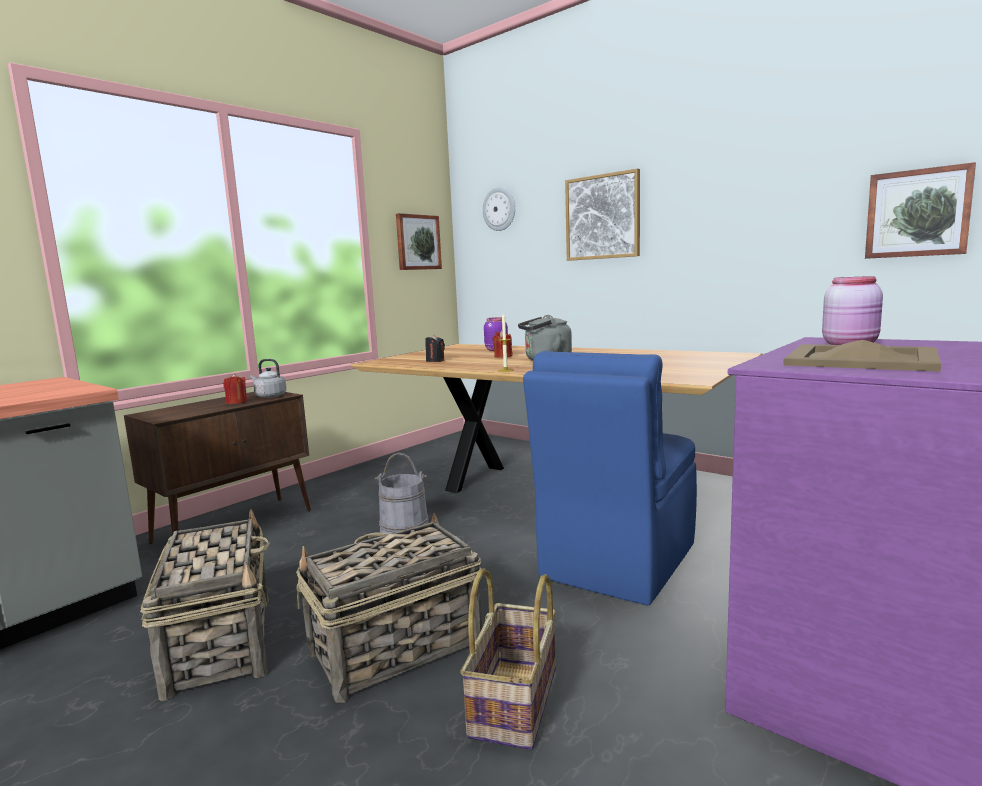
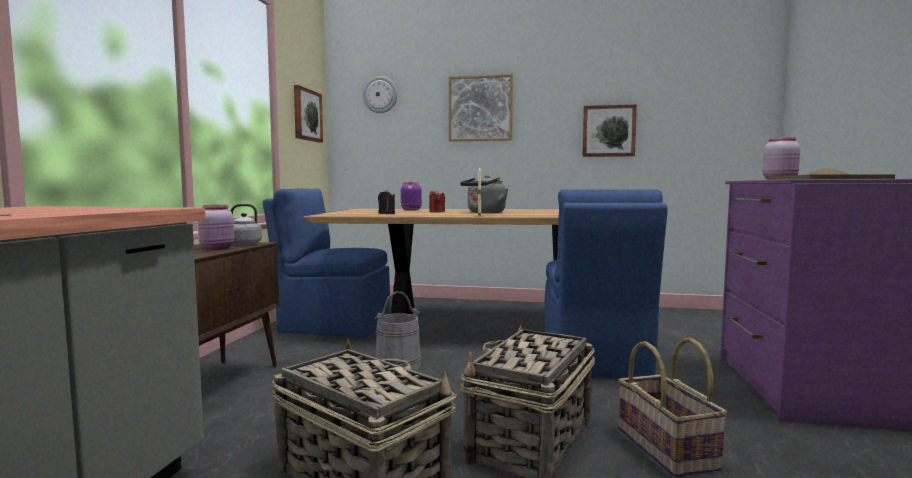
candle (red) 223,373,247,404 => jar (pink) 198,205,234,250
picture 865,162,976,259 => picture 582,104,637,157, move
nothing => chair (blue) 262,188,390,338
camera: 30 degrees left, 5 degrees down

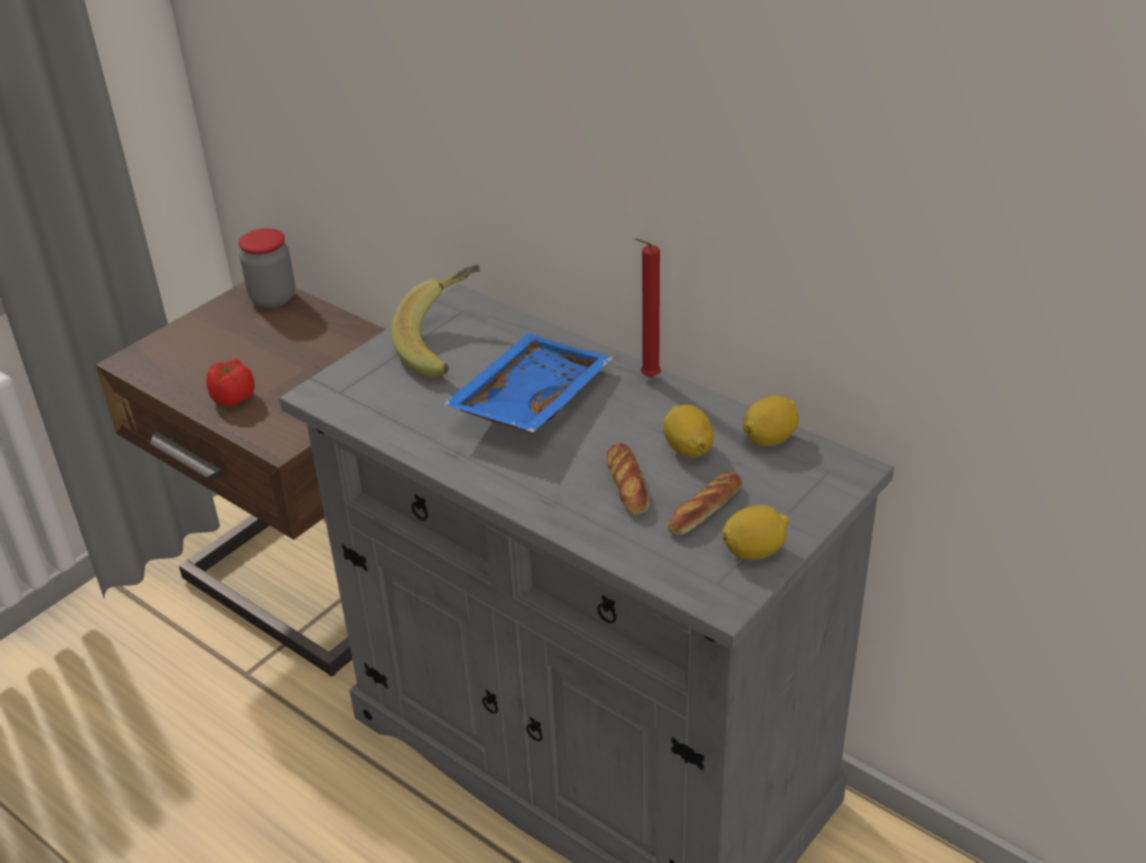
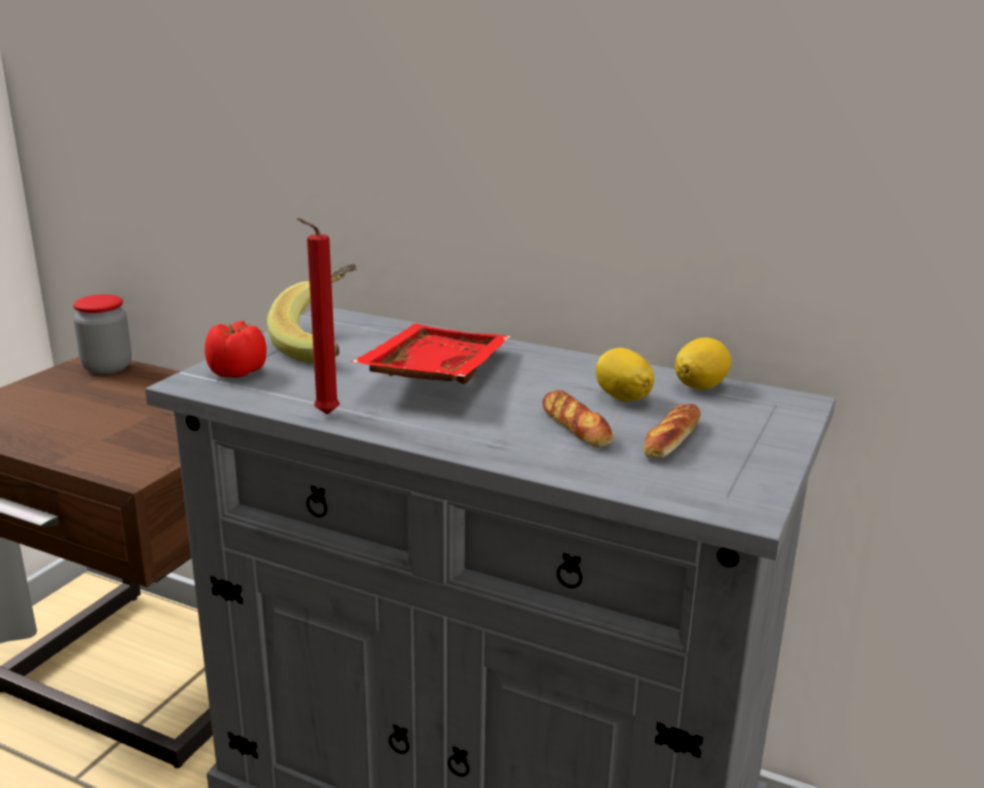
tomato 206,359,255,407 => tomato 205,321,267,377, move
tray (blue) 443,333,613,432 => tray (red) 351,324,511,384
candle (red) 635,238,661,378 => candle (red) 297,218,340,414, move
lemon 722,505,789,560 => nothing
camera: 15 degrees left, 15 degrees down

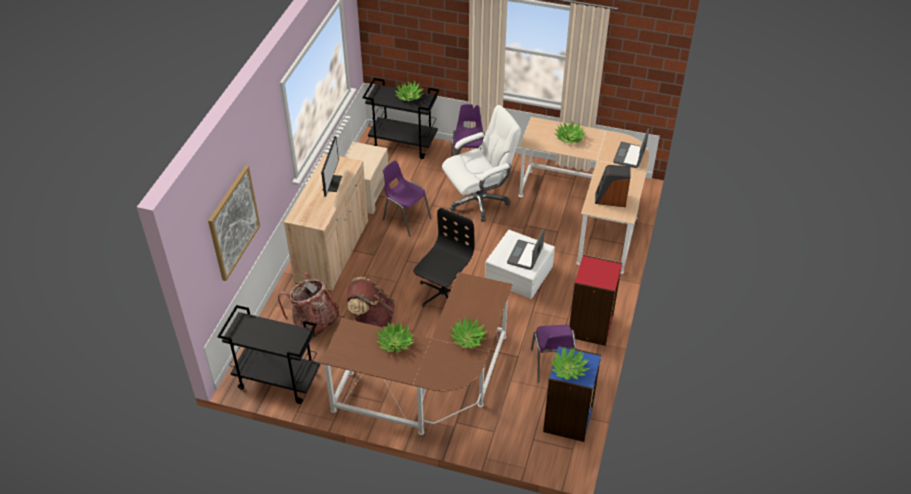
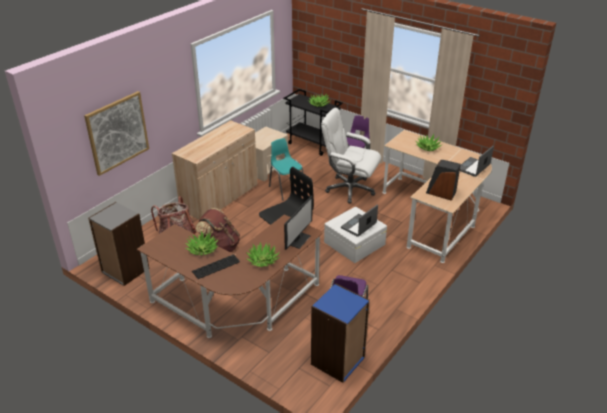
cart (black) 218,305,320,404 => bookcase (grey) 88,202,149,286
monitor 321,136,342,197 => monitor 284,196,313,250, move
chair (purple) 383,160,431,236 => chair (turquoise) 269,138,303,201
office chair (white) 442,105,521,222 => office chair (white) 321,107,381,203, 150 degrees counterclockwise
potted plant 550,347,590,380 => nothing
bookcase (red) 569,255,622,346 => nothing
nothing => keyboard 192,254,240,279
camera: 20 degrees right, 10 degrees down

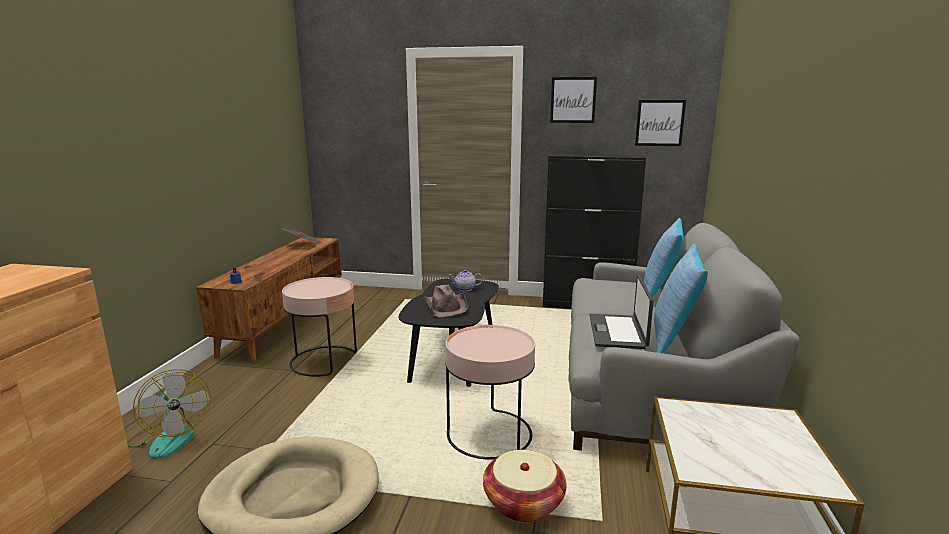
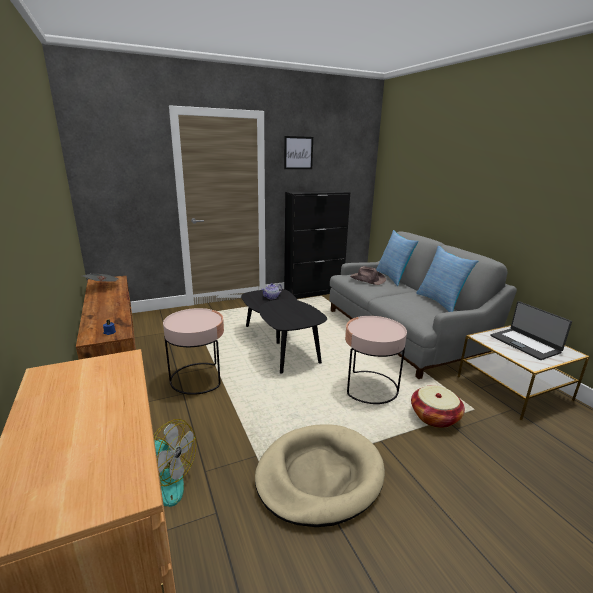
hat (brown) 424,285,468,317 => hat (brown) 350,266,386,285, move
laptop 590,275,654,349 => laptop 490,301,572,360, move
picture 635,100,686,146 => nothing
camera: 35 degrees left, 5 degrees up

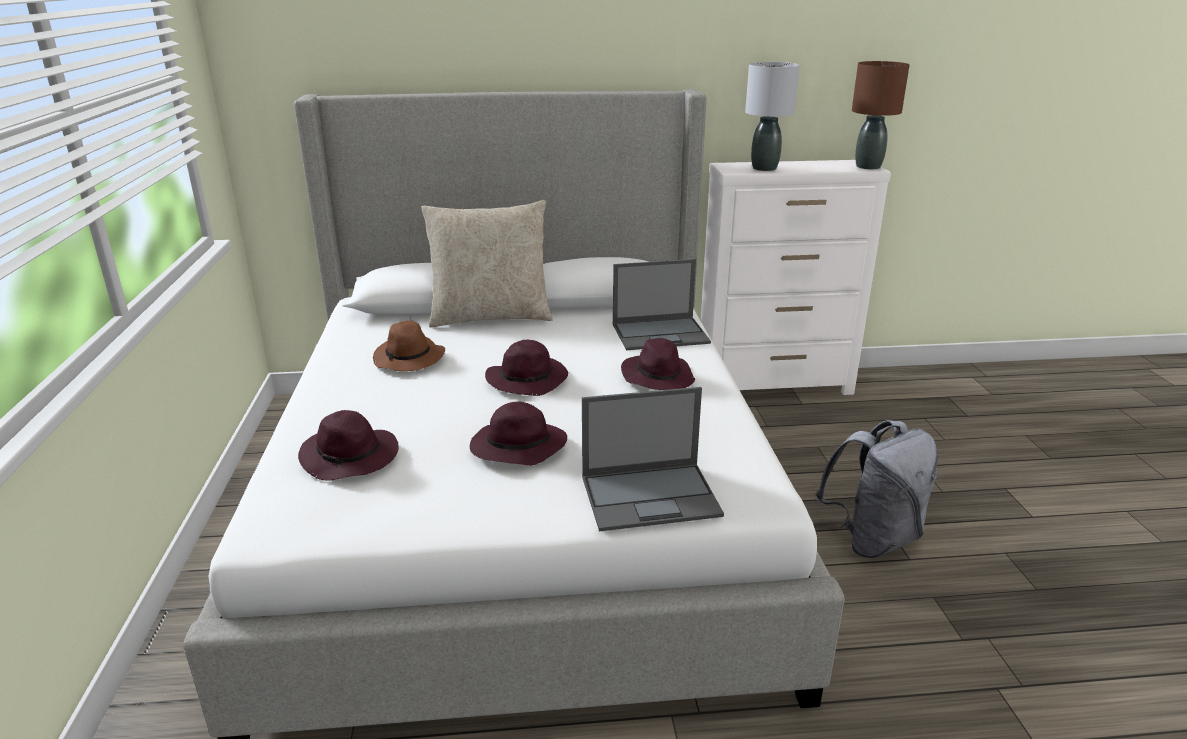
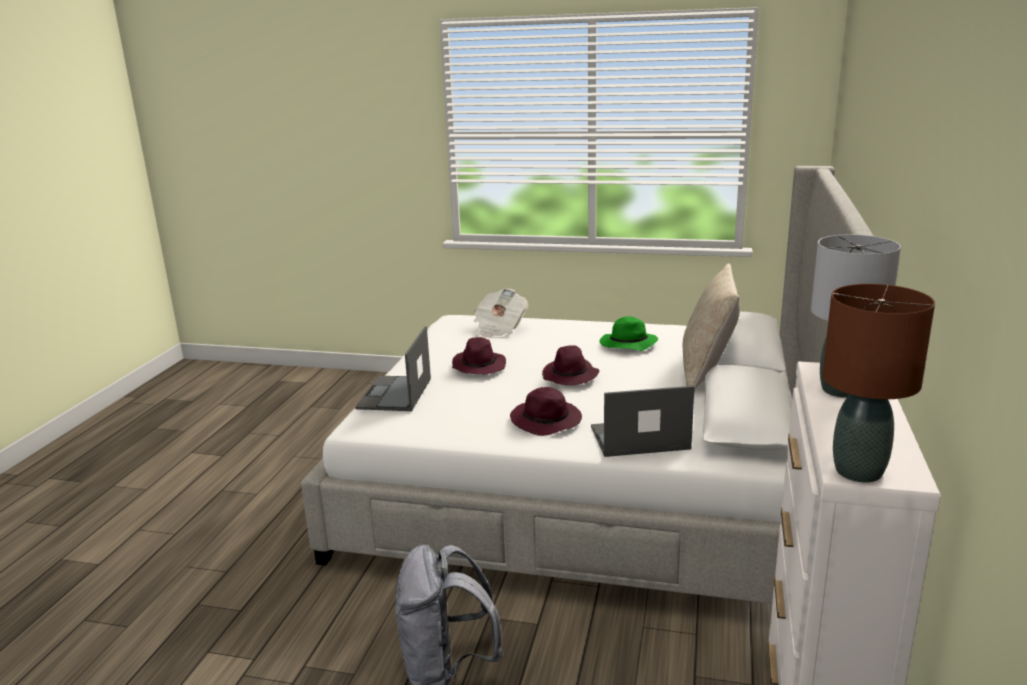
hat (purple) 298,410,399,480 => newspaper 474,288,528,338
hat (brown) 373,321,445,371 => hat (green) 599,316,658,351
laptop 613,259,711,350 => laptop 591,386,694,457, 75 degrees clockwise
camera: 110 degrees right, 5 degrees down

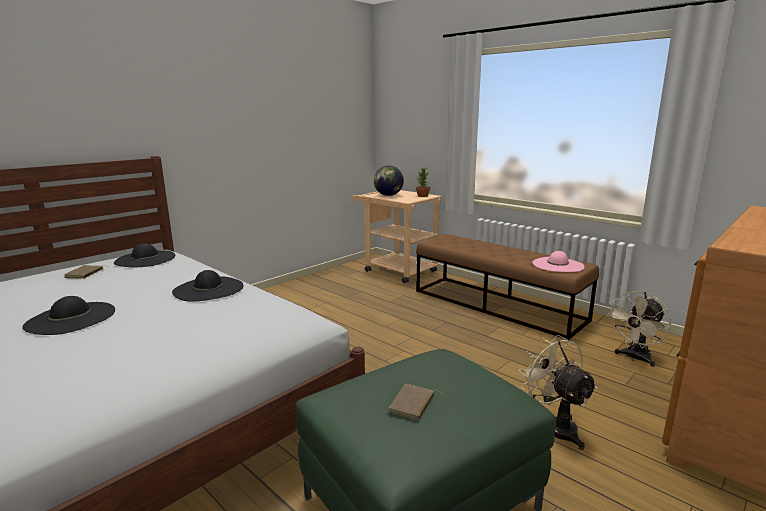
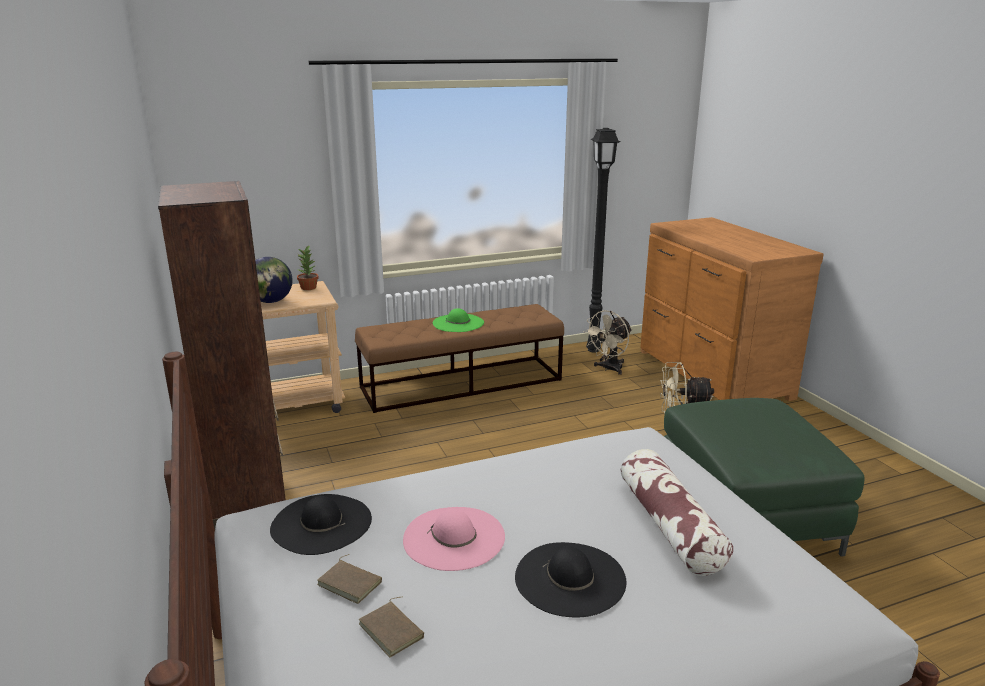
hat (black) 172,270,243,302 => nothing
book (brown) 388,384,443,421 => book (brown) 359,597,424,657, move
hat (pink) 532,251,585,272 => hat (pink) 403,507,505,571, move
fan (beige) 607,291,671,367 => fan (beige) 583,310,632,375, 60 degrees clockwise
nothing => bookcase (brown) 158,181,286,529
nothing => hat (green) 433,308,484,332
nothing => floor lamp (black) 586,128,620,352
nothing => pillow 621,449,733,576
camera: 65 degrees left, 5 degrees up

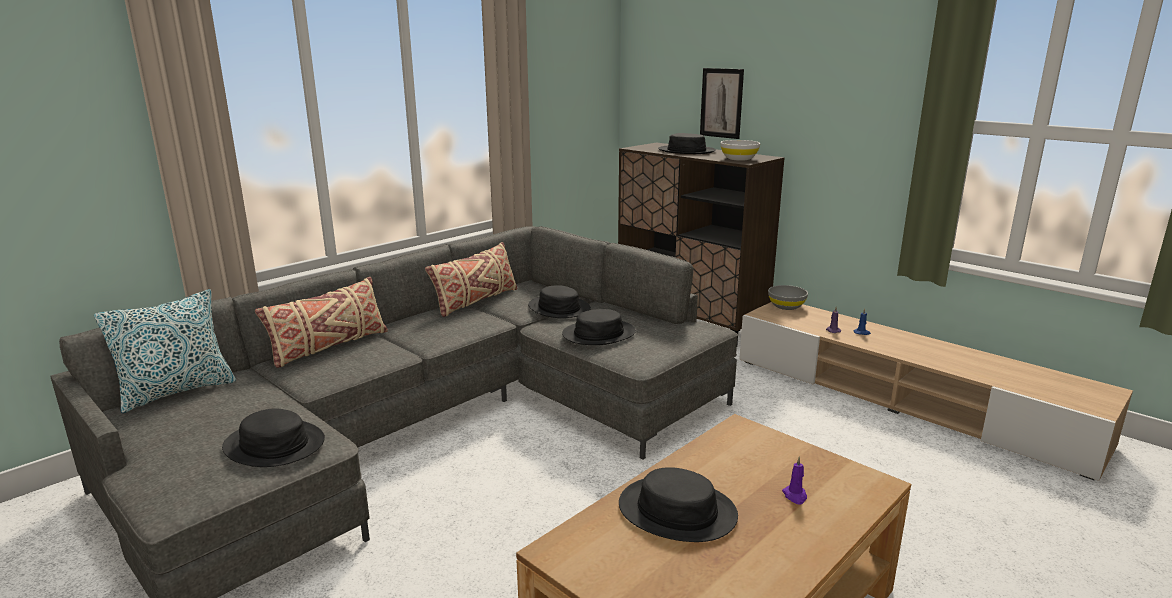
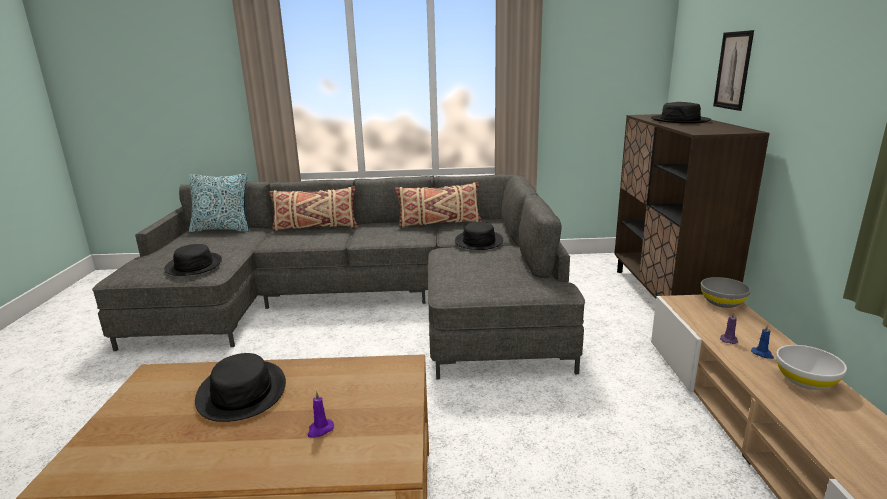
hat (black) 562,309,636,345 => nothing
bowl (white) 721,140,760,161 => bowl (white) 776,345,847,390, move
camera: 45 degrees right, 0 degrees up

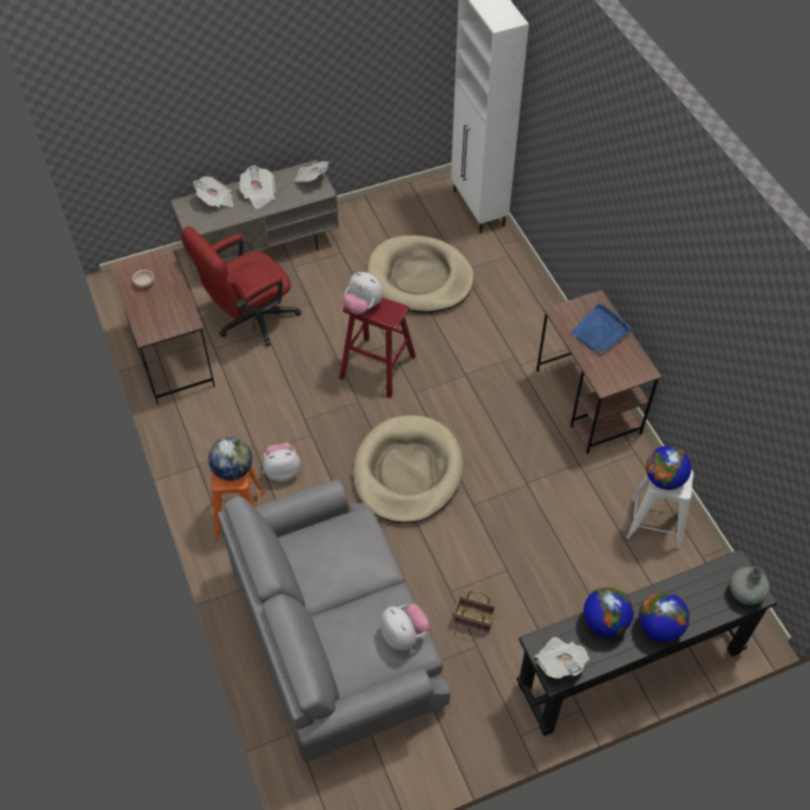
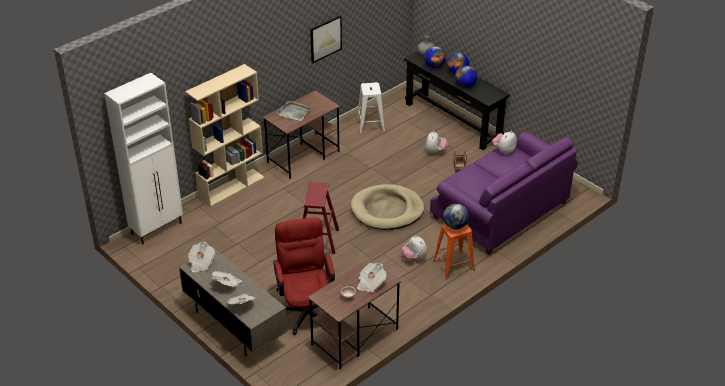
office chair (red) 182,227,301,346 => office chair (red) 273,217,335,335, 135 degrees counterclockwise
sofa (grey) 218,479,450,762 => sofa (purple) 430,131,578,254
plush toy 343,272,384,314 => plush toy 425,131,447,154, move
dog bed (beige) 367,235,474,313 => nothing
newspaper 535,637,590,678 => newspaper 357,263,386,293, move
tray (blue) 571,303,631,354 => tray (grey) 276,100,312,121
globe 646,446,691,490 => globe 424,46,446,68, move
nothing => bookcase (beige) 185,64,265,207
nothing => picture 310,15,342,63
camera: 110 degrees left, 15 degrees down

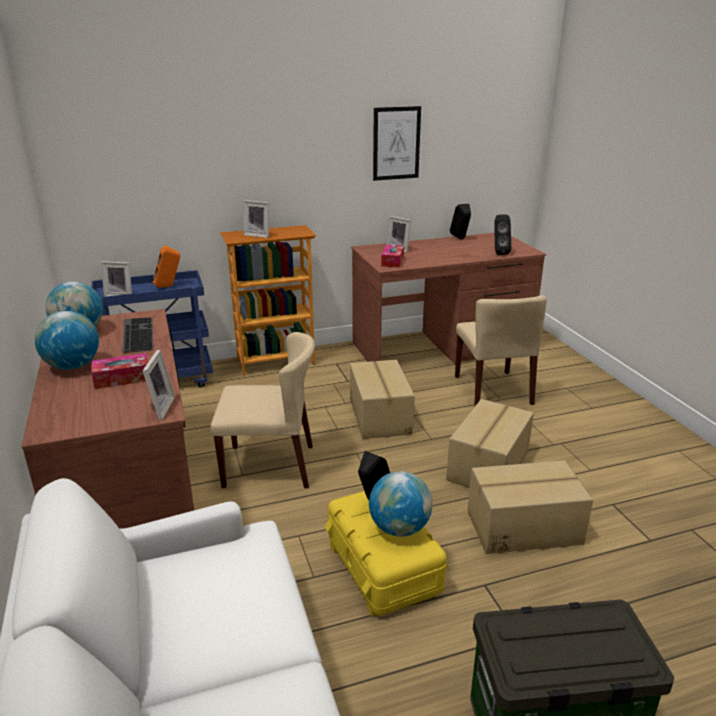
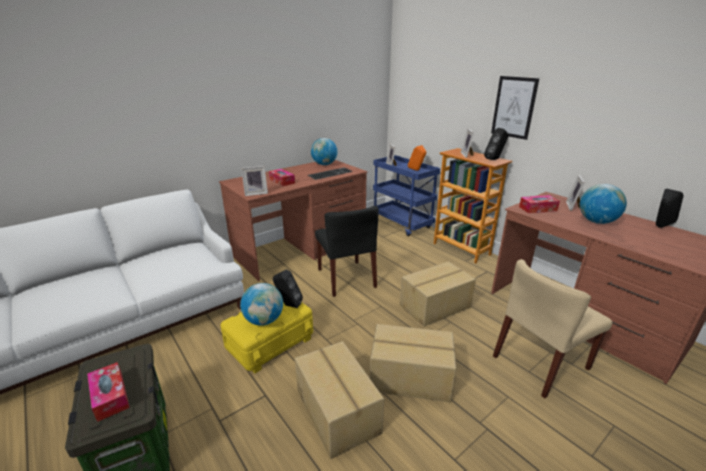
globe 35,311,99,370 => globe 580,184,627,224, move
chair (beige) 210,332,315,488 => chair (black) 315,206,378,297
picture 373,106,421,181 => picture 491,76,539,140, move
speaker (black) 494,214,511,255 => speaker (black) 484,128,509,160, move
nothing => tissue box 87,362,130,422
camera: 70 degrees right, 0 degrees up

